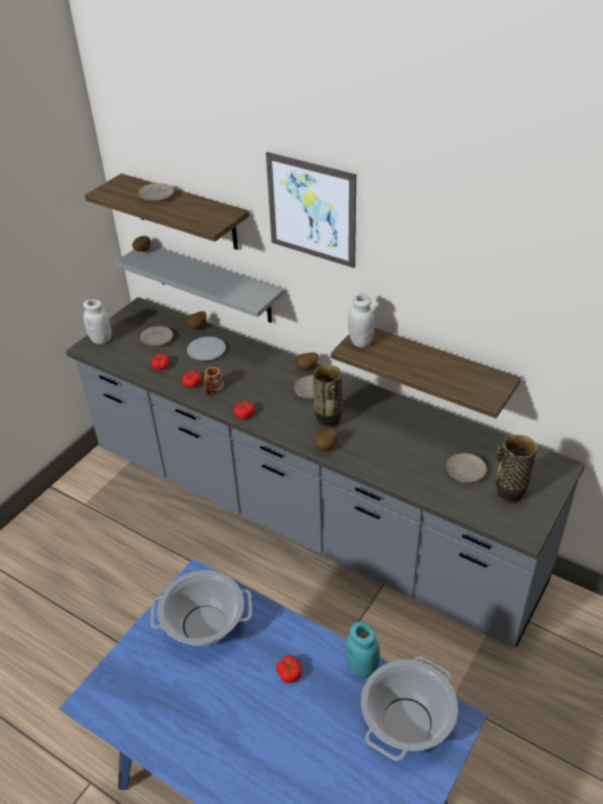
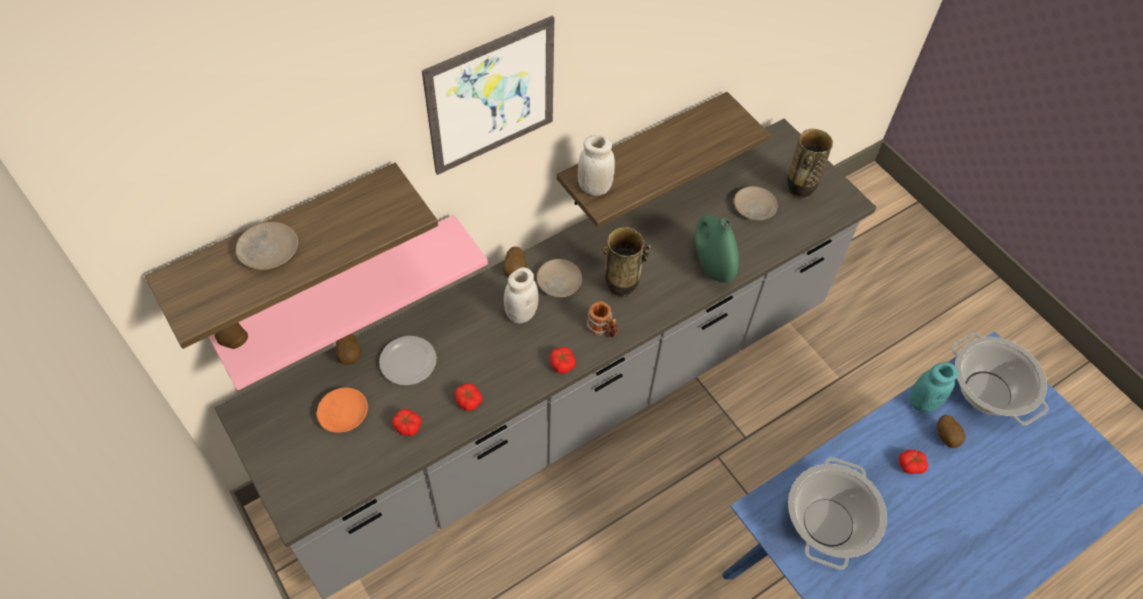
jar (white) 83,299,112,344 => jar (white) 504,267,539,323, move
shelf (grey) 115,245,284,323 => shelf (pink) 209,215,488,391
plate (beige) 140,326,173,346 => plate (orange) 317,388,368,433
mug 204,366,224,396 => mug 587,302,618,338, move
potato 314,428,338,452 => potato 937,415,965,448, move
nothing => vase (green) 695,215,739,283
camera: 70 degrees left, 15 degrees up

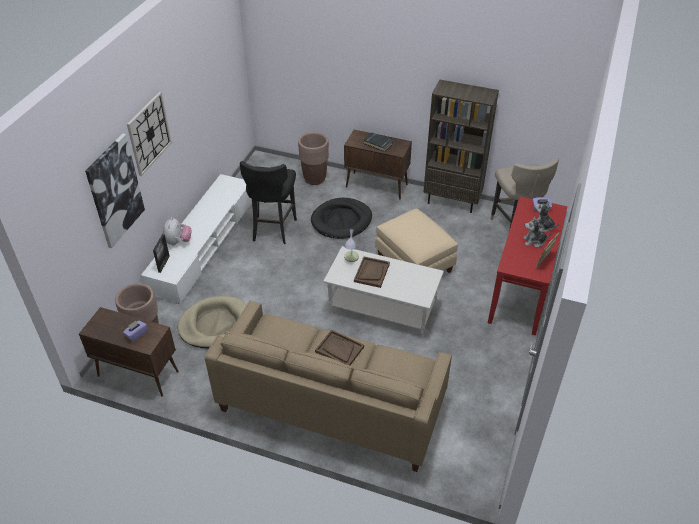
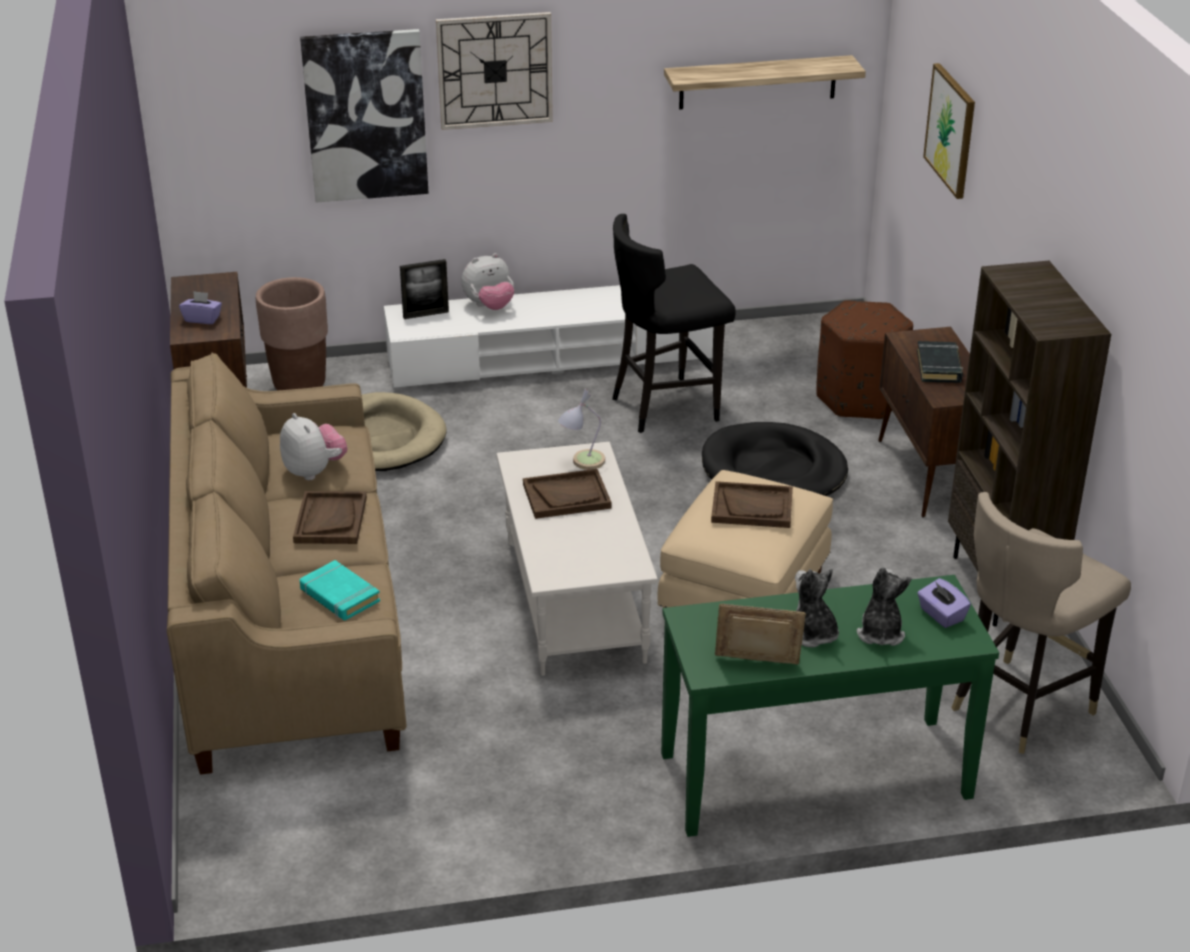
planter (brown) 298,132,329,185 => ottoman (brown) 816,300,913,420
console table (red) 488,196,567,335 => console table (green) 661,575,999,837
nothing => plush toy 280,413,347,480
nothing => book (turquoise) 300,560,380,620
nothing => shelf 664,55,866,109
nothing => tray (brown) 711,481,793,528
nothing => picture 923,63,975,199
camera: 60 degrees right, 10 degrees down

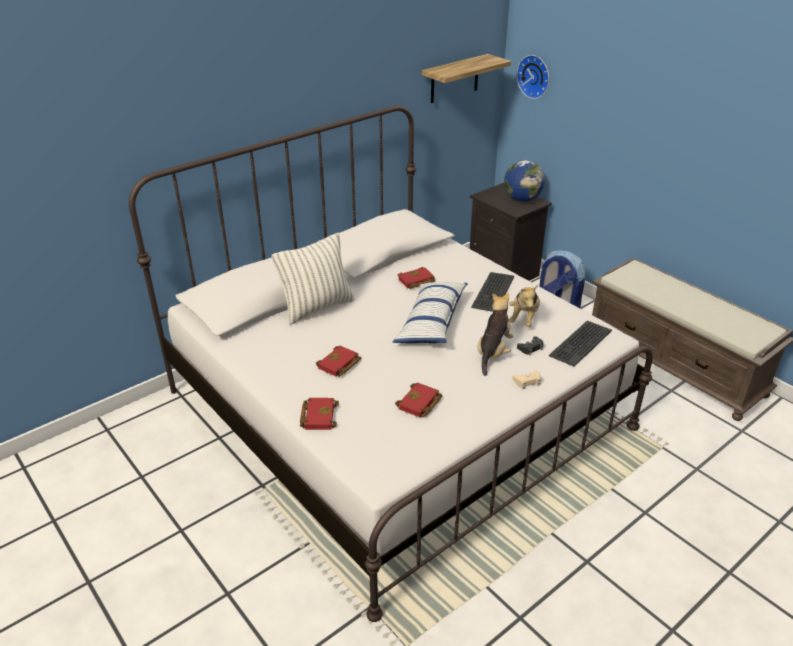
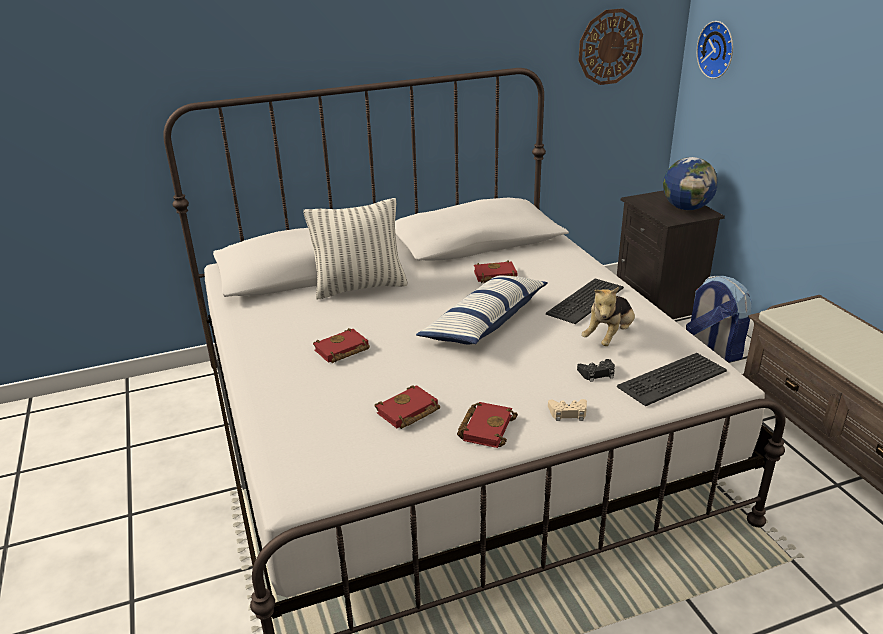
book (red) 300,398,339,430 => book (red) 457,402,518,448, move
shelf 422,54,511,103 => wall clock 579,8,643,85
plush toy 477,292,513,376 => nothing
camera: 20 degrees right, 5 degrees down

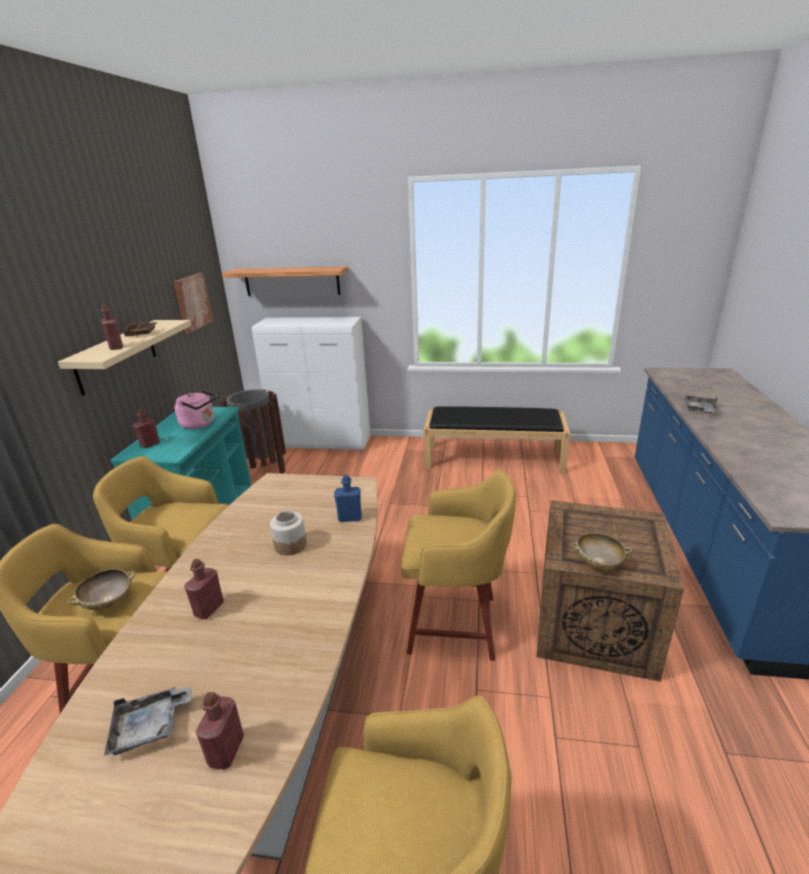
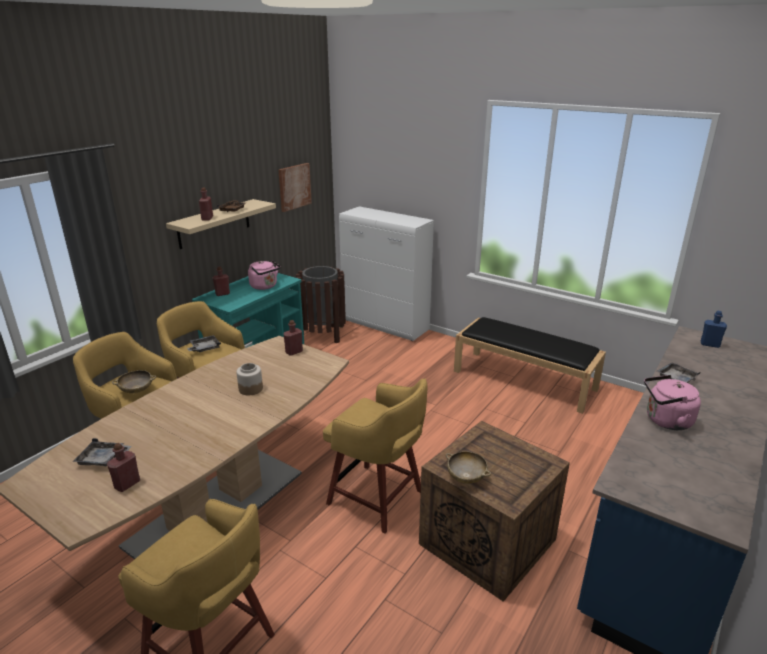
bottle (red) 184,559,224,619 => bottle (red) 283,320,303,356, move
shelf 222,266,348,296 => nothing
bottle (blue) 334,475,362,522 => bottle (blue) 701,311,727,348, move
nothing => tray (grey) 187,335,221,352
nothing => kettle (pink) 644,375,701,430
camera: 25 degrees right, 0 degrees up

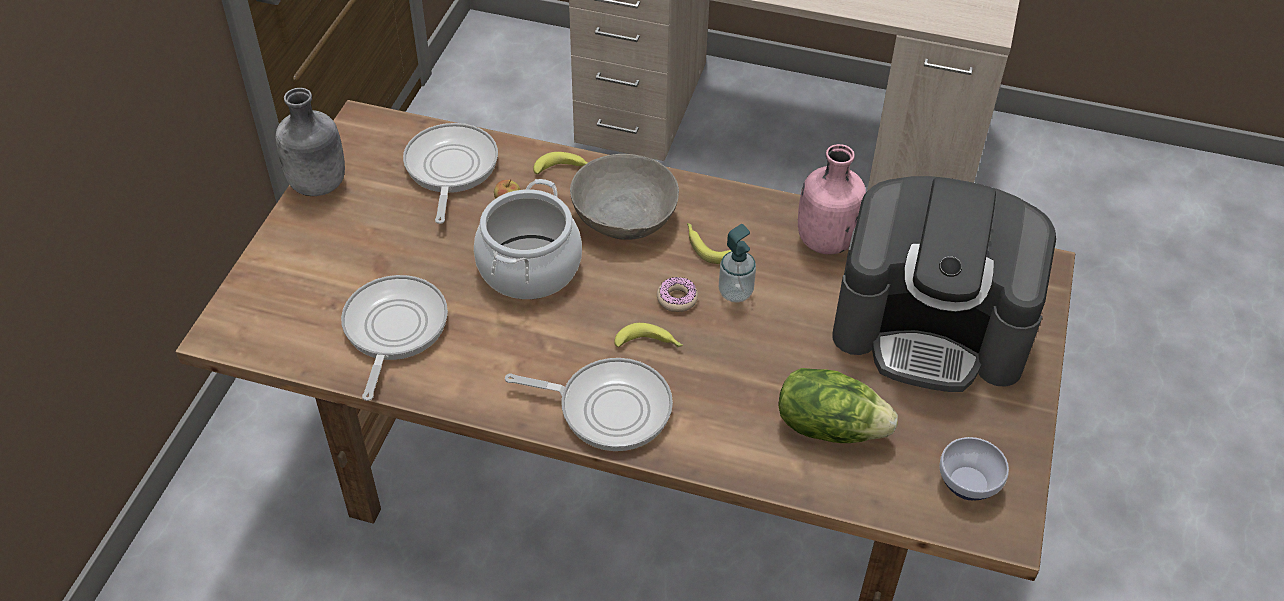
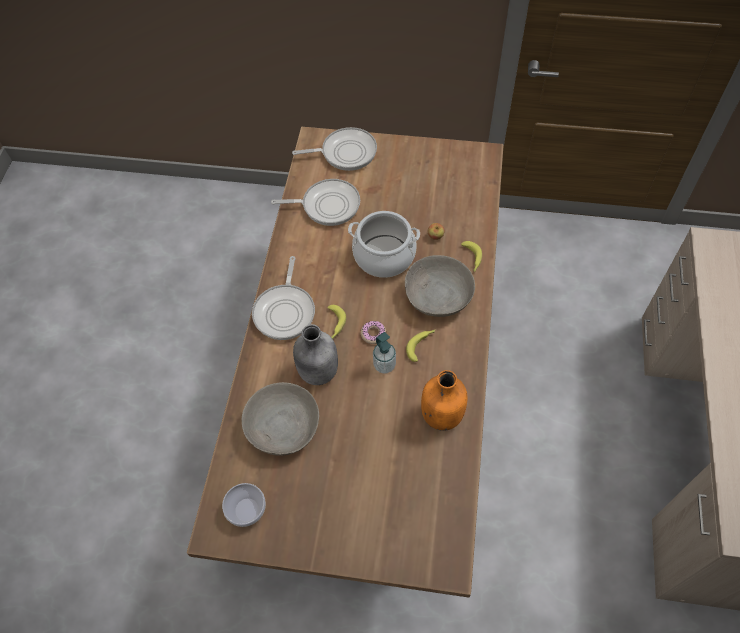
bottle (grey) 276,88,345,196 => bottle (grey) 293,324,338,385, move
frying pan 403,123,498,224 => frying pan 292,127,377,171, move
lettuce 778,368,898,443 => bowl (grey) 242,382,319,456
bottle (pink) 798,144,866,254 => bottle (orange) 421,370,467,431
coffee machine 832,176,1056,392 => nothing
camera: 85 degrees right, 10 degrees up

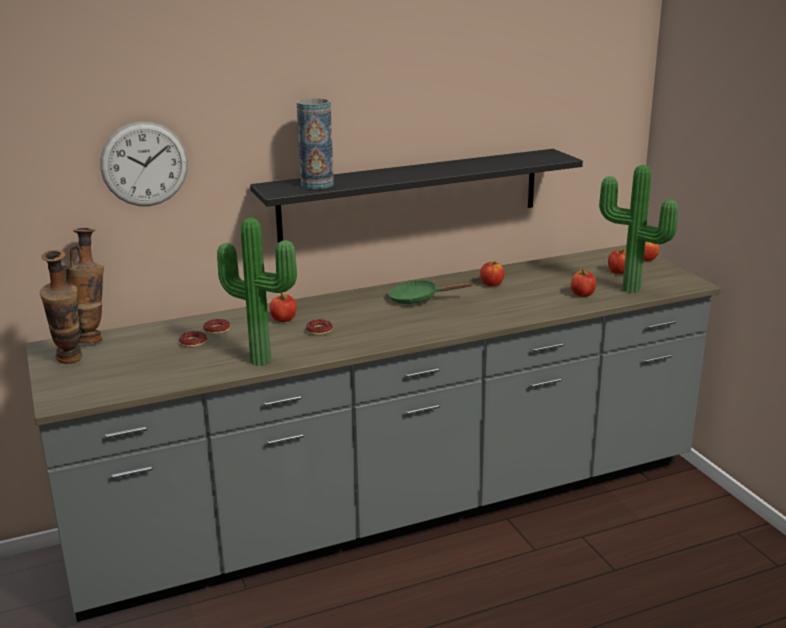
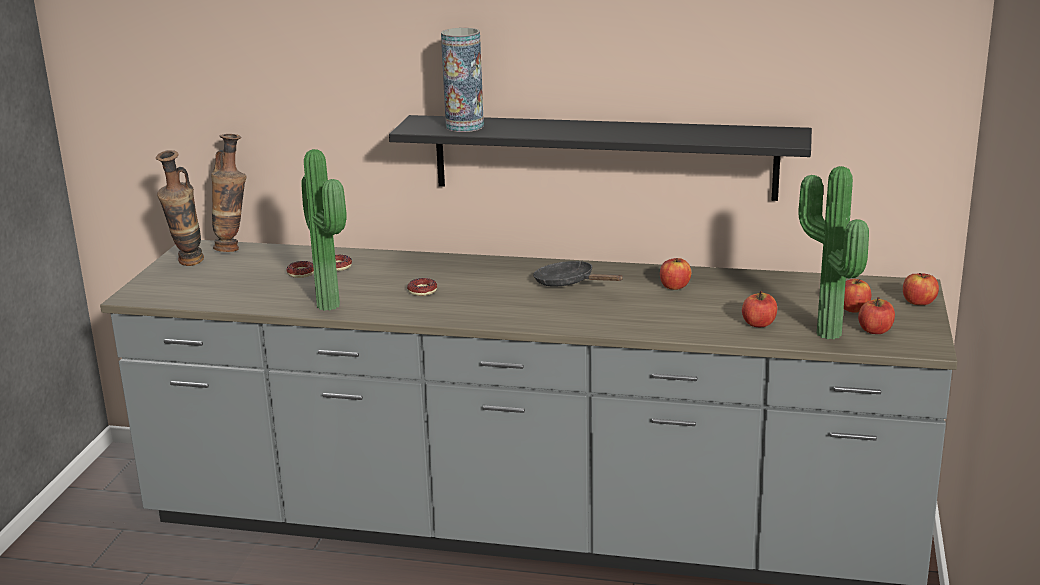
wall clock 100,121,188,206 => nothing
apple 270,293,297,322 => apple 858,297,895,334, move
frying pan (green) 388,280,474,304 => frying pan (black) 533,261,623,287
camera: 35 degrees right, 0 degrees up

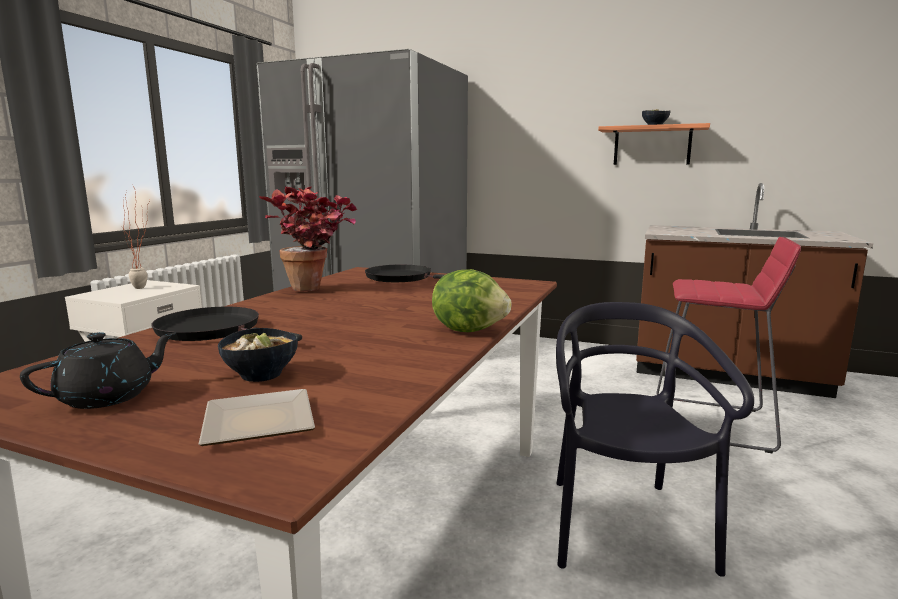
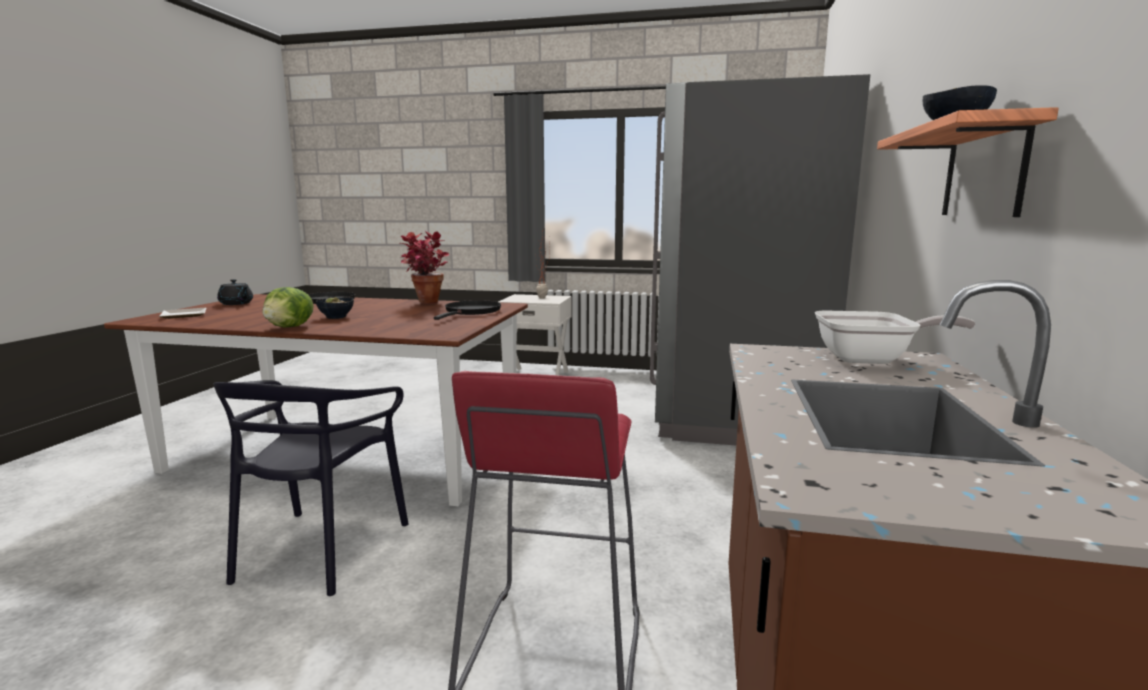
bowl 218,328,298,382 => bowl 316,297,354,319, move
chair (black) 556,302,754,577 => chair (black) 213,380,409,596, 105 degrees clockwise
nothing => frying pan 815,311,976,364
camera: 80 degrees right, 0 degrees up

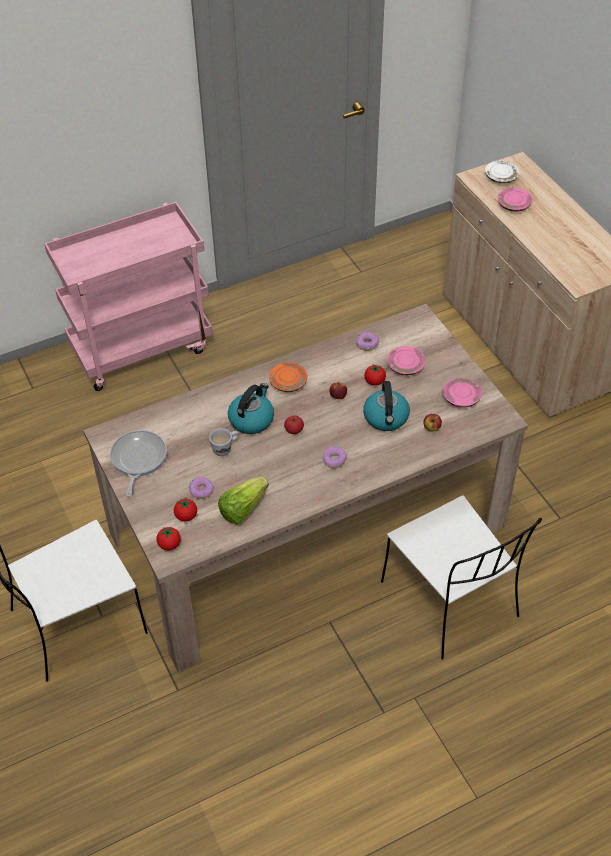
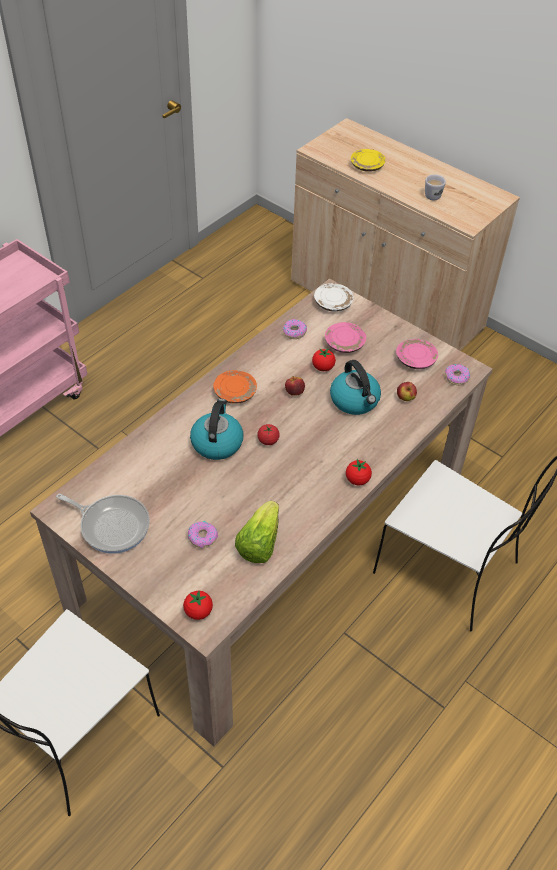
frying pan 110,430,167,497 => frying pan 56,494,150,554, 135 degrees clockwise
tomato 174,498,197,522 => tomato 346,459,372,486, move
mug (white) 209,428,239,456 => mug (white) 425,175,446,200, move
donut 323,447,347,468 => donut 445,364,470,385, move
plate (white) 485,160,519,184 => plate (white) 314,283,354,312, move
plate (pink) 498,188,533,212 => plate (yellow) 351,149,386,172
camera: 25 degrees left, 0 degrees up

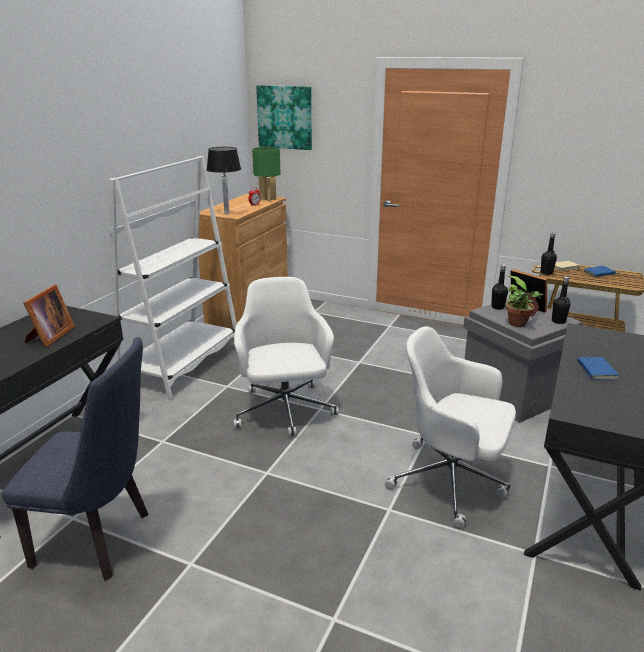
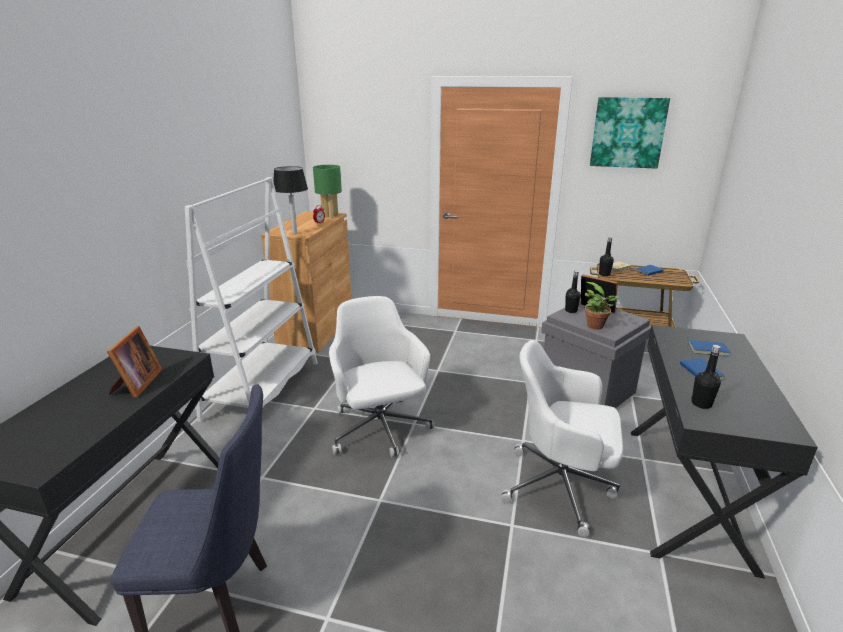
picture 256,85,312,150 => picture 590,97,670,169, move
bottle (black) 552,277,571,324 => bottle (black) 691,345,721,409, move
nothing => book (blue) 687,338,731,357
camera: 10 degrees left, 0 degrees up

